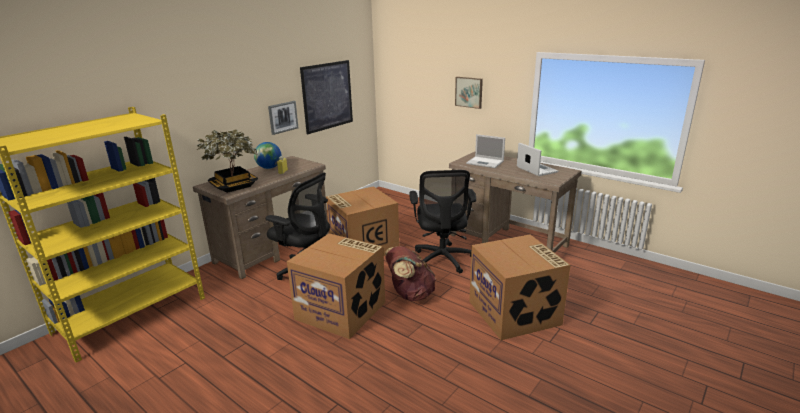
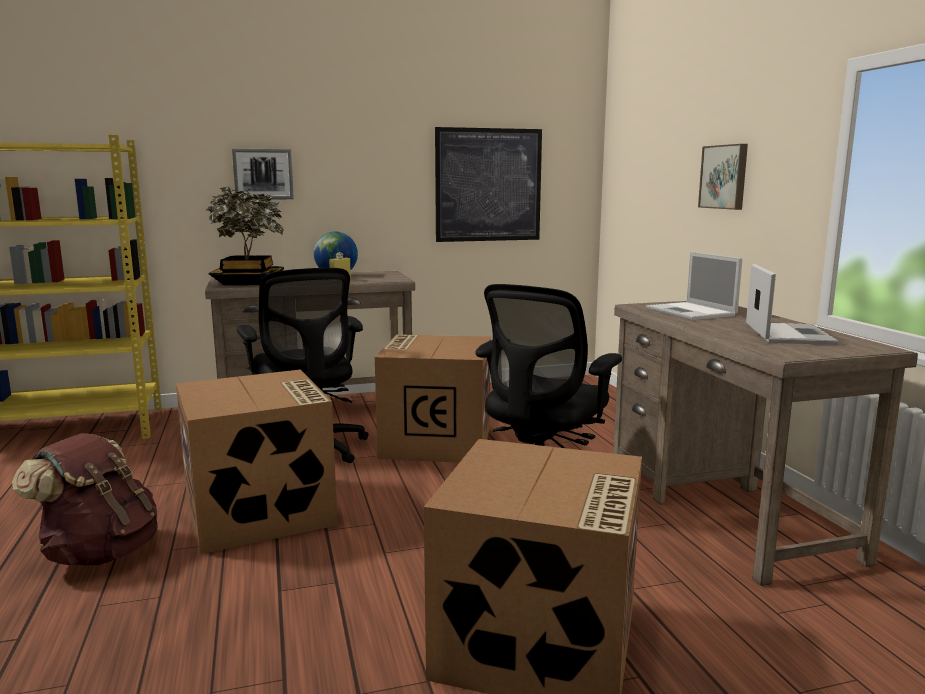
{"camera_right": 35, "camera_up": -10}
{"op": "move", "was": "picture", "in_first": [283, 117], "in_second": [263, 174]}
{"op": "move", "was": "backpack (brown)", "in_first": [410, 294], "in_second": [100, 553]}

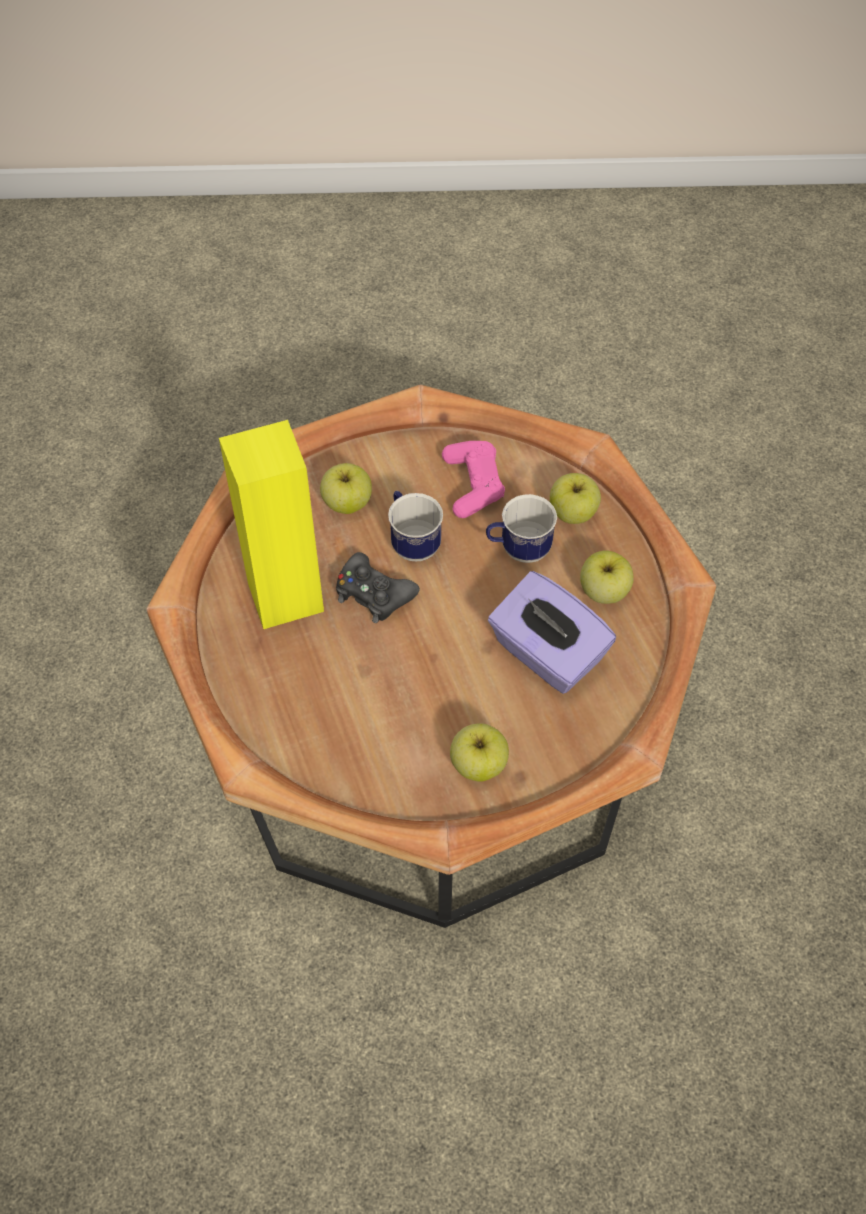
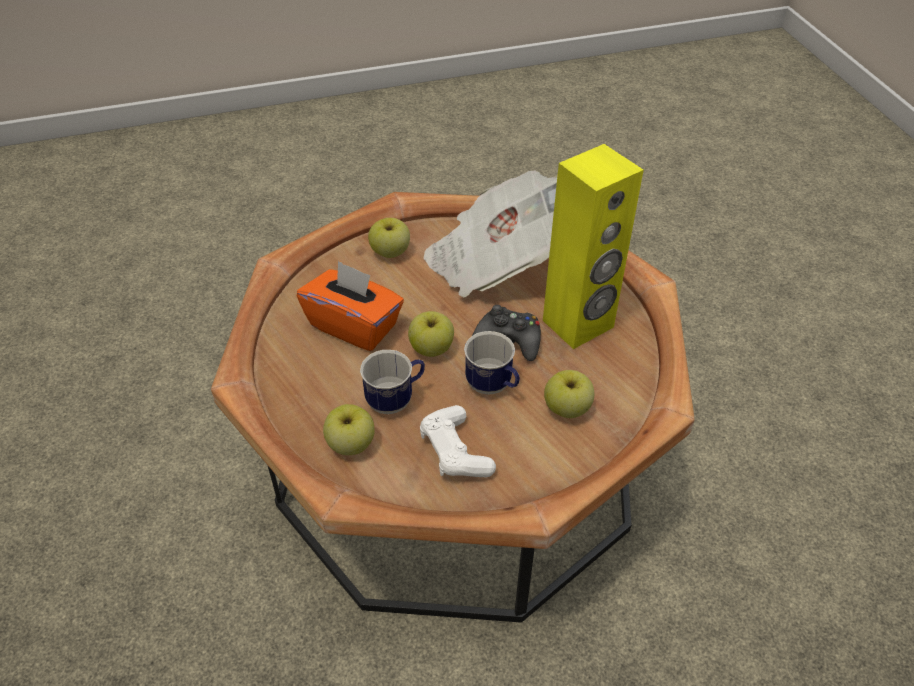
{"camera_right": 165, "camera_up": -10}
{"op": "recolor", "was": "game controller (pink)", "now": "game controller (white)", "in_first": [473, 485], "in_second": [455, 451]}
{"op": "move", "was": "apple", "in_first": [603, 591], "in_second": [431, 348]}
{"op": "recolor", "was": "tissue box (purple)", "now": "tissue box (orange)", "in_first": [547, 654], "in_second": [354, 325]}
{"op": "insert", "now": "newspaper", "in_second": [495, 261]}

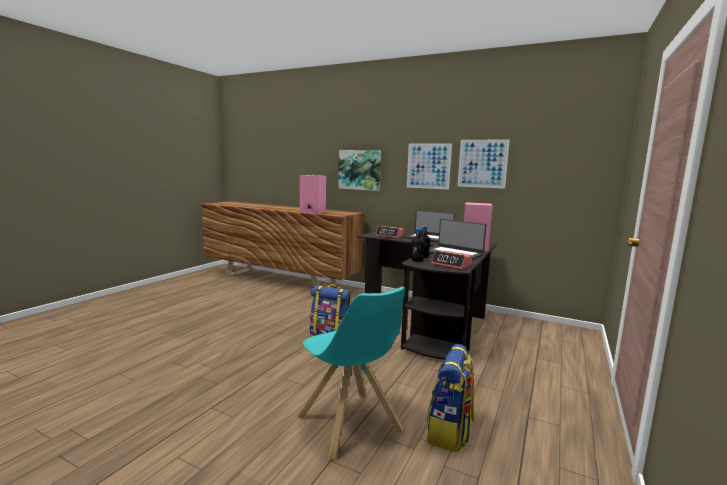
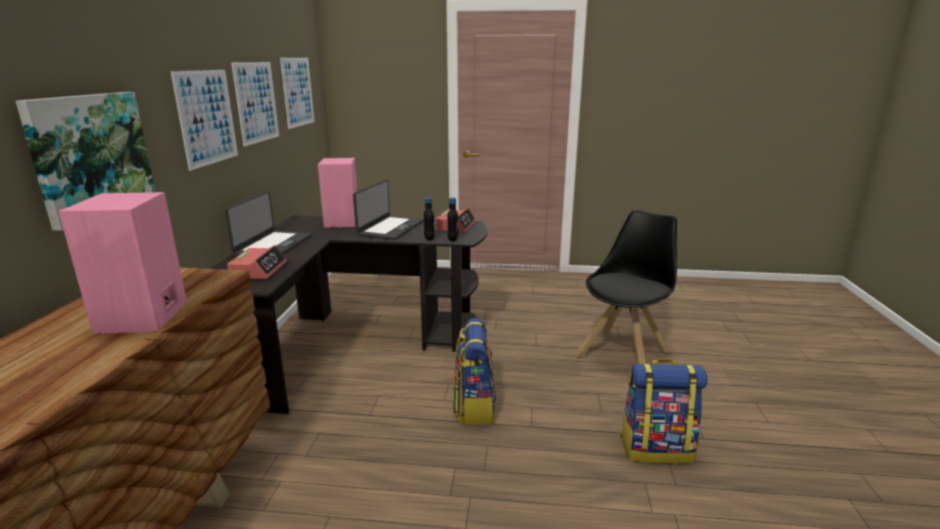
{"camera_right": -110, "camera_up": 10}
{"op": "recolor", "was": "chair (turquoise)", "now": "chair (black)", "in_first": [350, 425], "in_second": [624, 353]}
{"op": "move", "was": "backpack", "in_first": [450, 432], "in_second": [656, 449]}
{"op": "insert", "now": "picture", "in_second": [298, 92]}

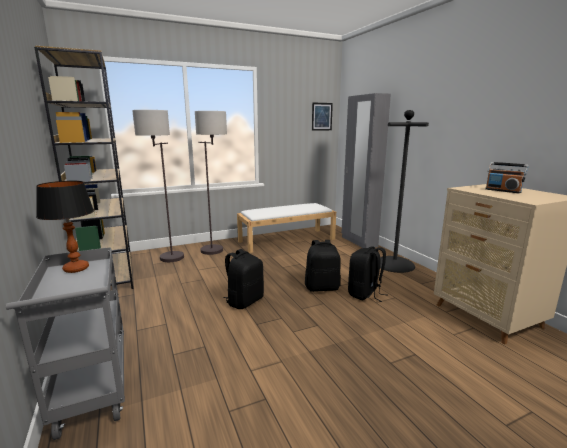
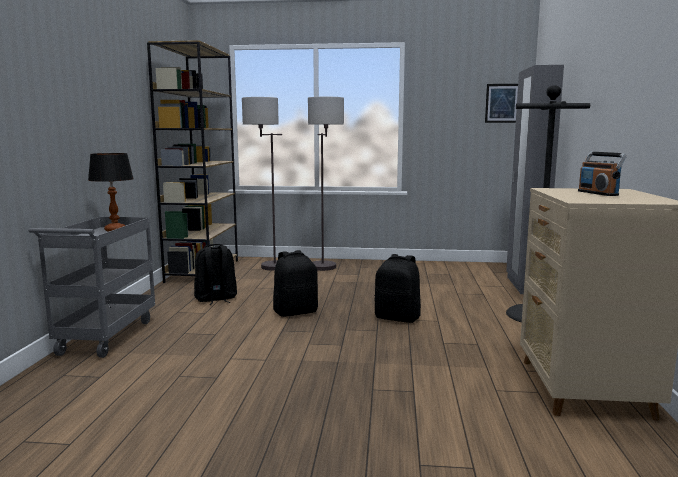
{"camera_right": 30, "camera_up": -5}
{"op": "delete", "was": "bench (white)", "in_first": [287, 240]}
{"op": "move", "was": "backpack (black)", "in_first": [365, 294], "in_second": [215, 299]}

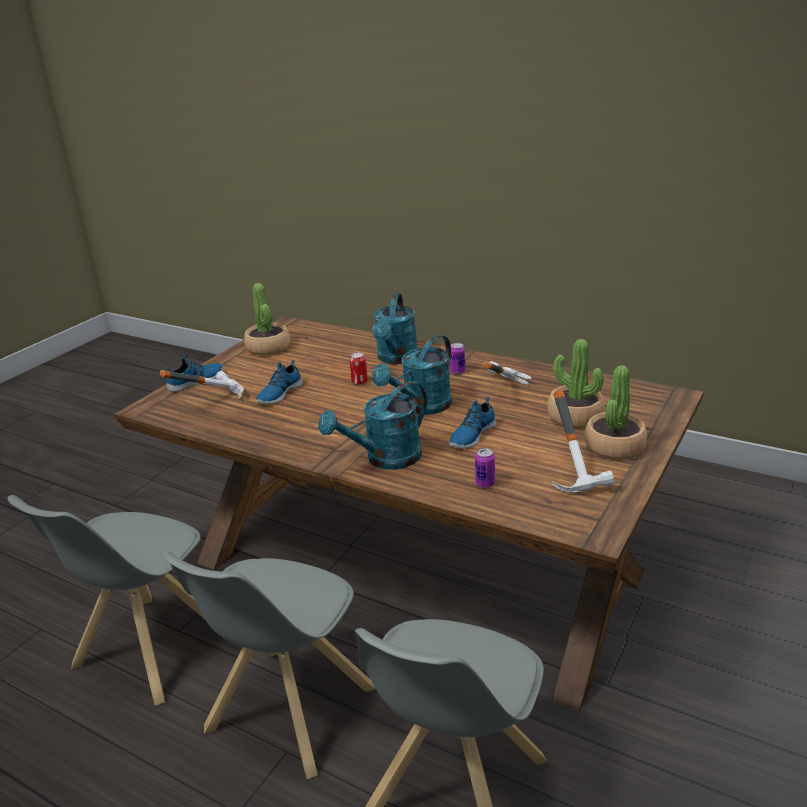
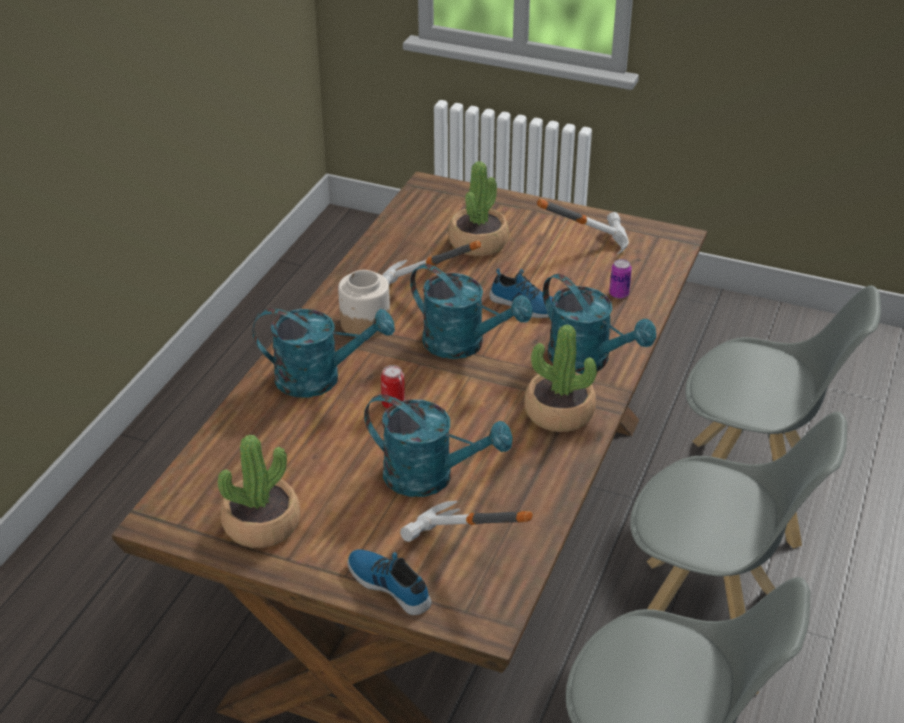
{"camera_right": -100, "camera_up": 10}
{"op": "replace", "was": "can", "now": "jar", "in_first": [457, 371], "in_second": [364, 323]}
{"op": "replace", "was": "shoe", "now": "watering can (turquoise)", "in_first": [279, 393], "in_second": [431, 477]}
{"op": "move", "was": "potted plant", "in_first": [614, 446], "in_second": [559, 413]}

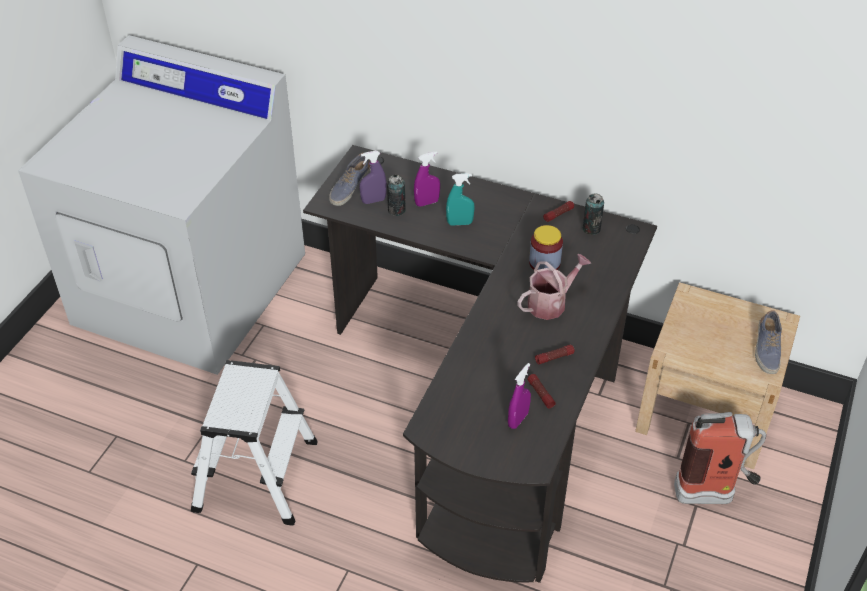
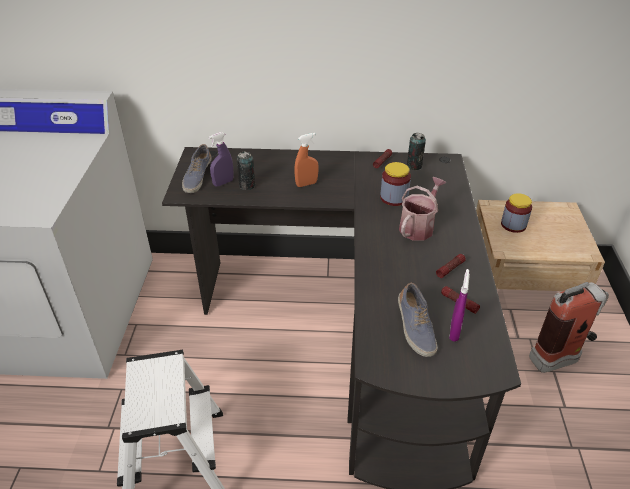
{"camera_right": -20, "camera_up": -5}
{"op": "delete", "was": "spray bottle (purple)", "in_first": [427, 203]}
{"op": "recolor", "was": "spray bottle (turquoise)", "now": "spray bottle (orange)", "in_first": [460, 223], "in_second": [306, 184]}
{"op": "move", "was": "shoe", "in_first": [766, 349], "in_second": [414, 328]}
{"op": "insert", "now": "jar", "in_second": [513, 225]}

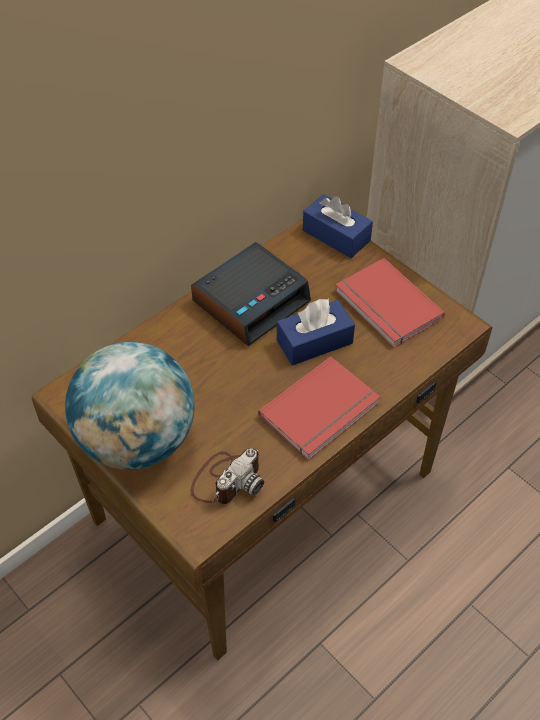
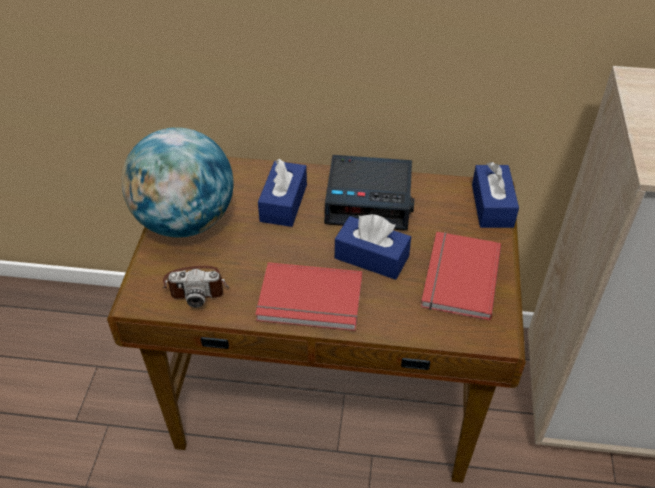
{"camera_right": 50, "camera_up": -5}
{"op": "insert", "now": "tissue box (blue)", "in_second": [283, 203]}

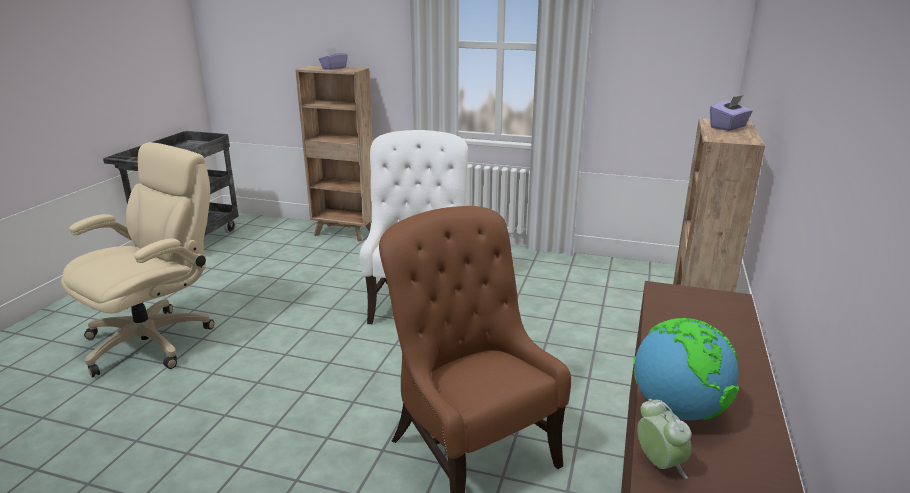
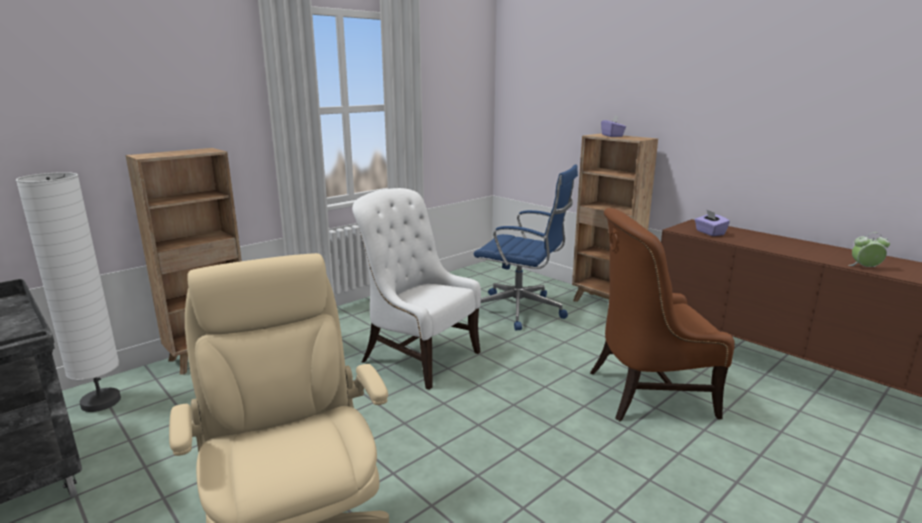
{"camera_right": -60, "camera_up": -5}
{"op": "move", "was": "tissue box (purple)", "in_first": [333, 68], "in_second": [709, 233]}
{"op": "delete", "was": "globe", "in_first": [678, 410]}
{"op": "insert", "now": "office chair (blue)", "in_second": [521, 311]}
{"op": "insert", "now": "floor lamp (white)", "in_second": [101, 402]}

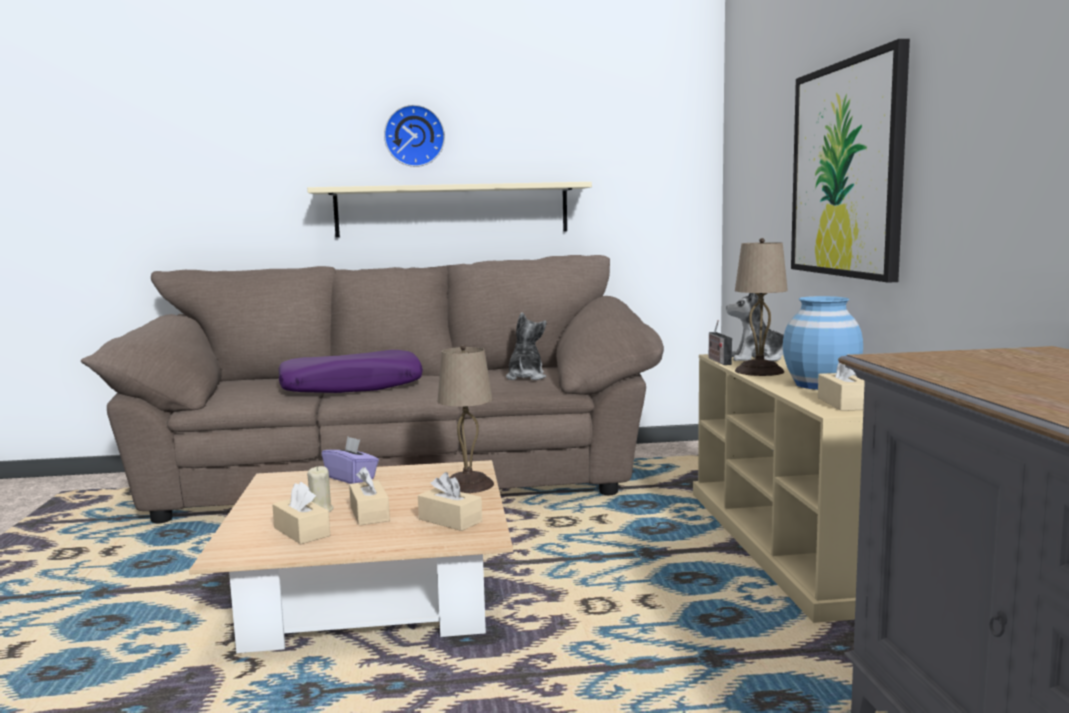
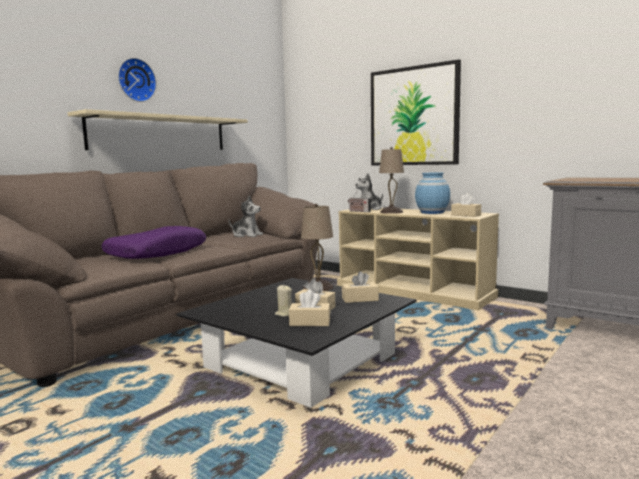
{"camera_right": -45, "camera_up": 0}
{"op": "rotate", "was": "plush toy", "in_first": [525, 377], "in_second": [246, 235], "clockwise": 150}
{"op": "delete", "was": "tissue box (purple)", "in_first": [351, 478]}
{"op": "recolor", "was": "coffee table (beige)", "now": "coffee table (black)", "in_first": [373, 591], "in_second": [301, 360]}

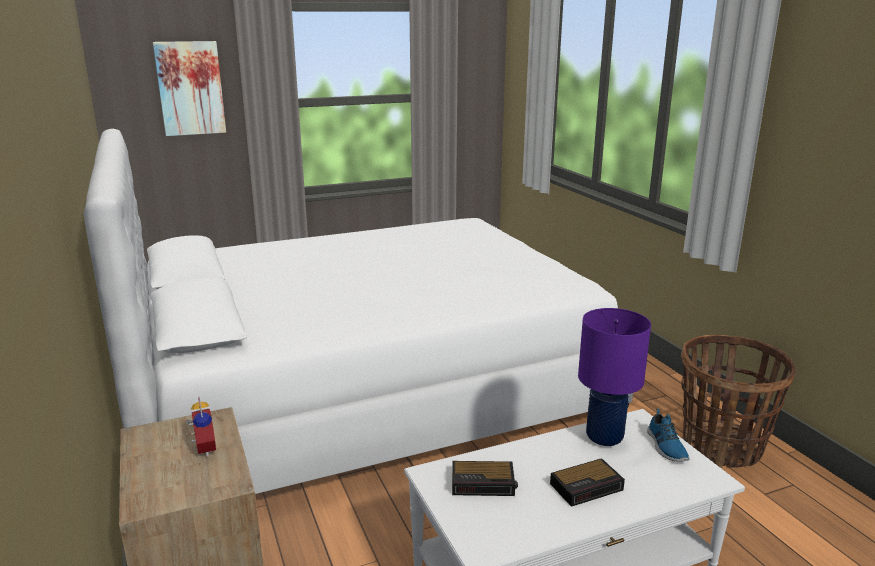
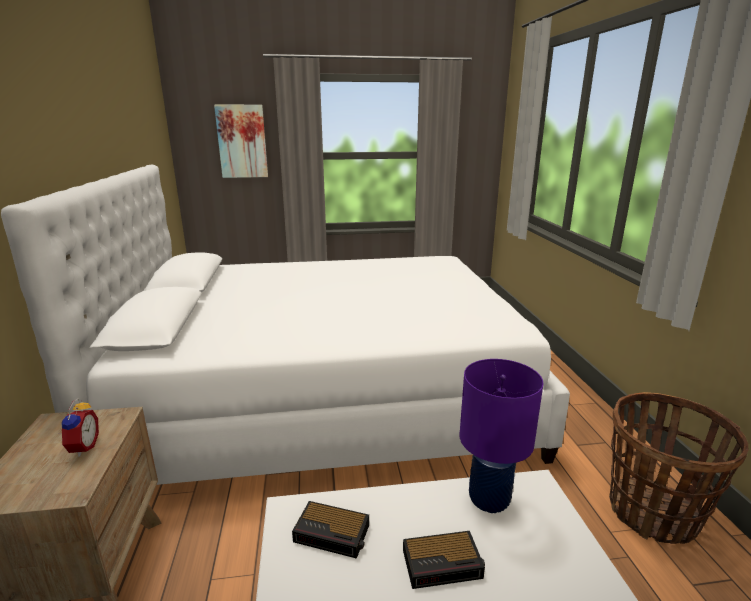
{"camera_right": 15, "camera_up": 0}
{"op": "delete", "was": "shoe", "in_first": [665, 446]}

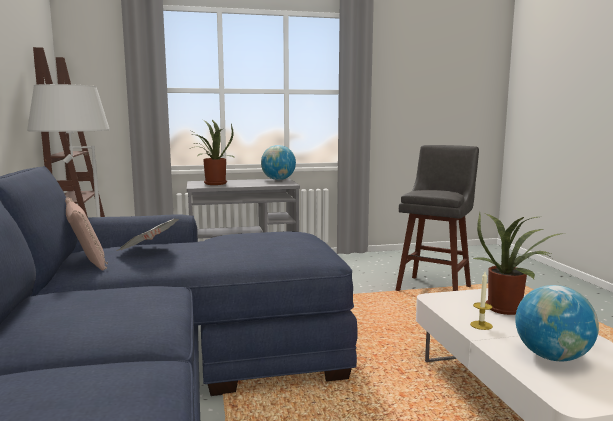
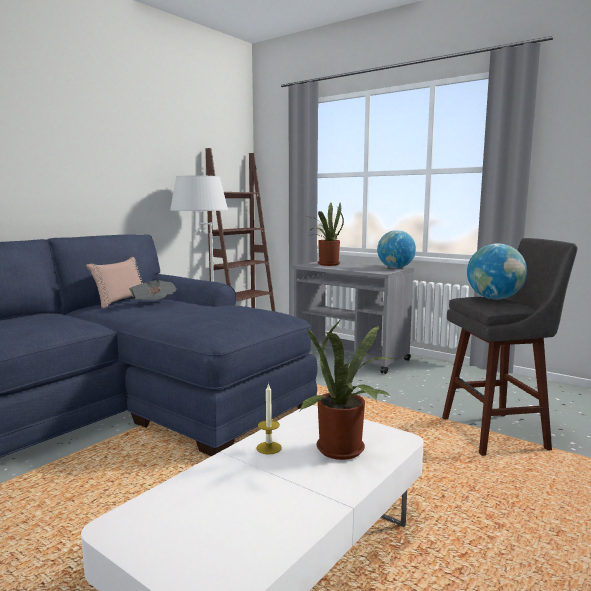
{"camera_right": 50, "camera_up": 0}
{"op": "move", "was": "globe", "in_first": [552, 357], "in_second": [494, 299]}

